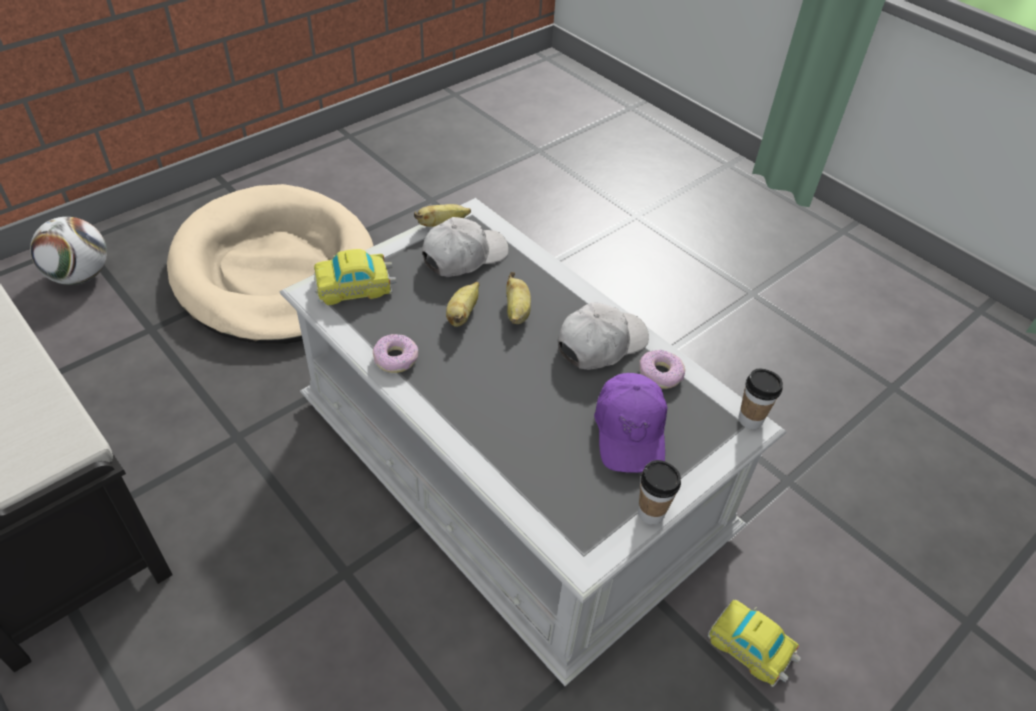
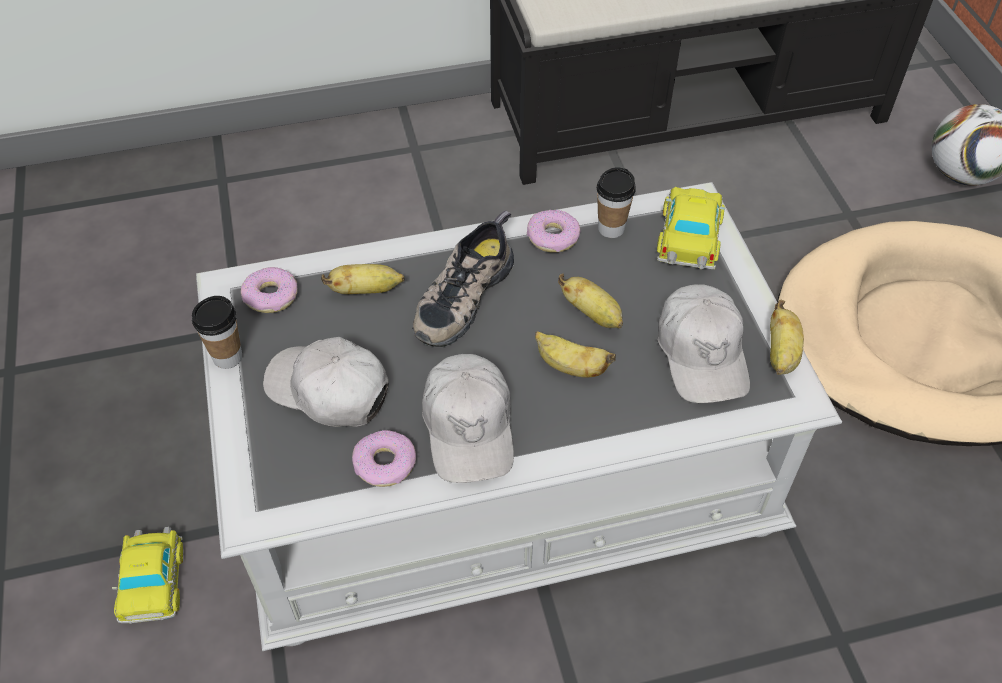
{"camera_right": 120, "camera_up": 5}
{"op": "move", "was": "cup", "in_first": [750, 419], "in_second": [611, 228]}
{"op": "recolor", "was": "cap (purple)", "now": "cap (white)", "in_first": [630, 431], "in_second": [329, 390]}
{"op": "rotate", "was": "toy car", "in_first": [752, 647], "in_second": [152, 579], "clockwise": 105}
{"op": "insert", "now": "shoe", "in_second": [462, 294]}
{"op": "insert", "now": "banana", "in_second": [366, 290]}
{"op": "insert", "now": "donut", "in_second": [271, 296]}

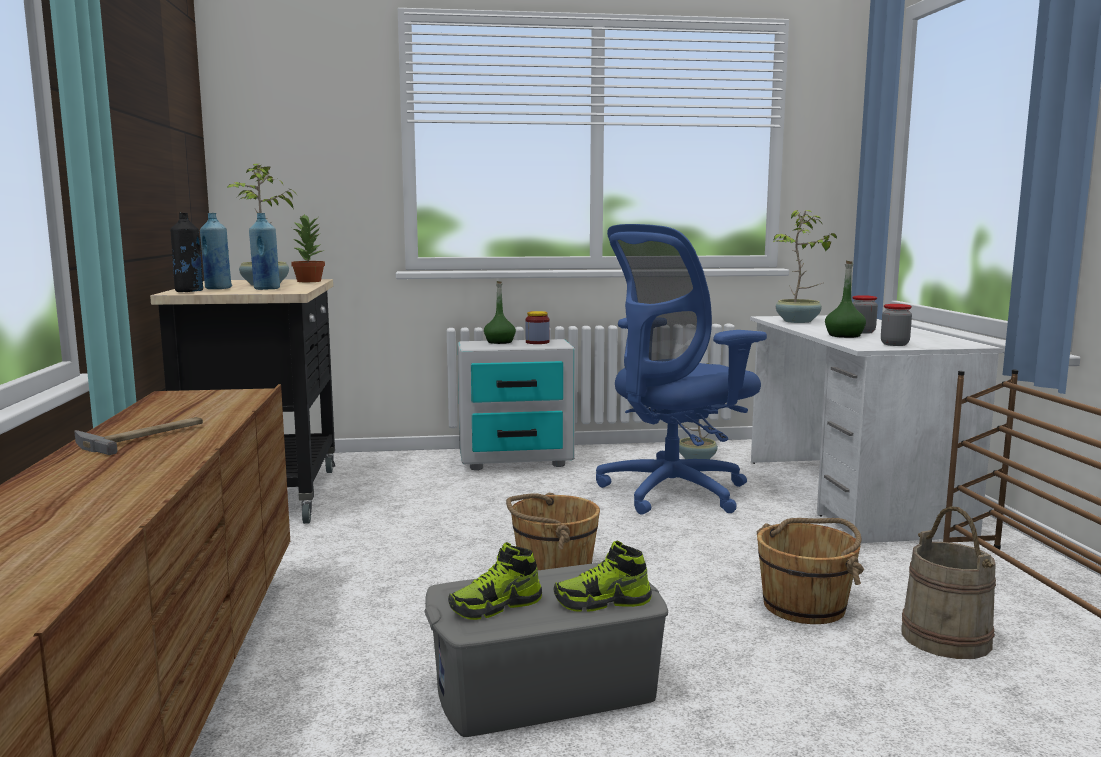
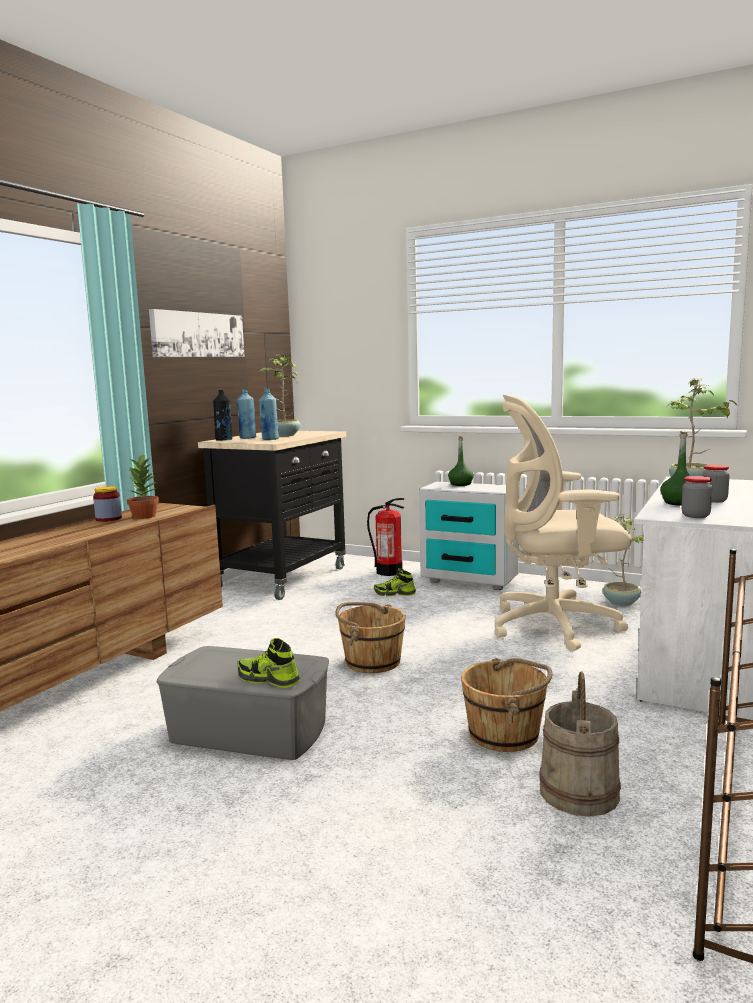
{"camera_right": 35, "camera_up": 0}
{"op": "move", "was": "potted plant", "in_first": [309, 281], "in_second": [145, 516]}
{"op": "recolor", "was": "office chair (blue)", "now": "office chair (beige)", "in_first": [678, 489], "in_second": [560, 624]}
{"op": "move", "was": "jar", "in_first": [537, 342], "in_second": [108, 519]}
{"op": "delete", "was": "hammer", "in_first": [144, 437]}
{"op": "move", "was": "shoe", "in_first": [496, 606], "in_second": [394, 594]}
{"op": "insert", "now": "picture", "in_second": [198, 335]}
{"op": "insert", "now": "fire extinguisher", "in_second": [389, 572]}

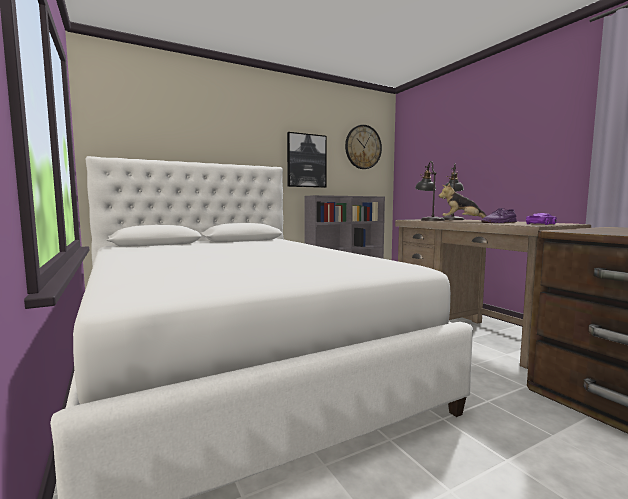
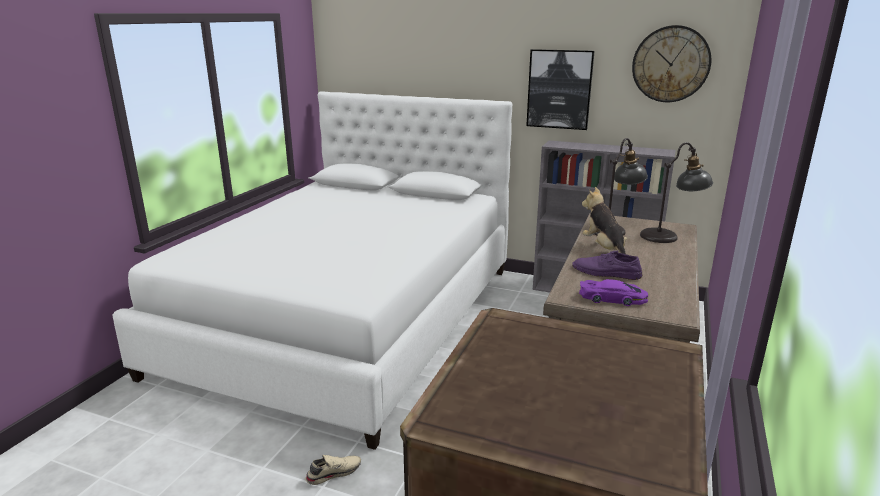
{"camera_right": 50, "camera_up": 15}
{"op": "insert", "now": "shoe (beige)", "in_second": [333, 472]}

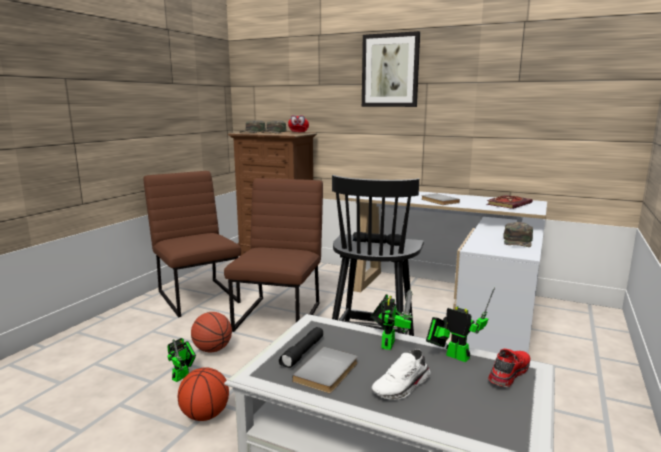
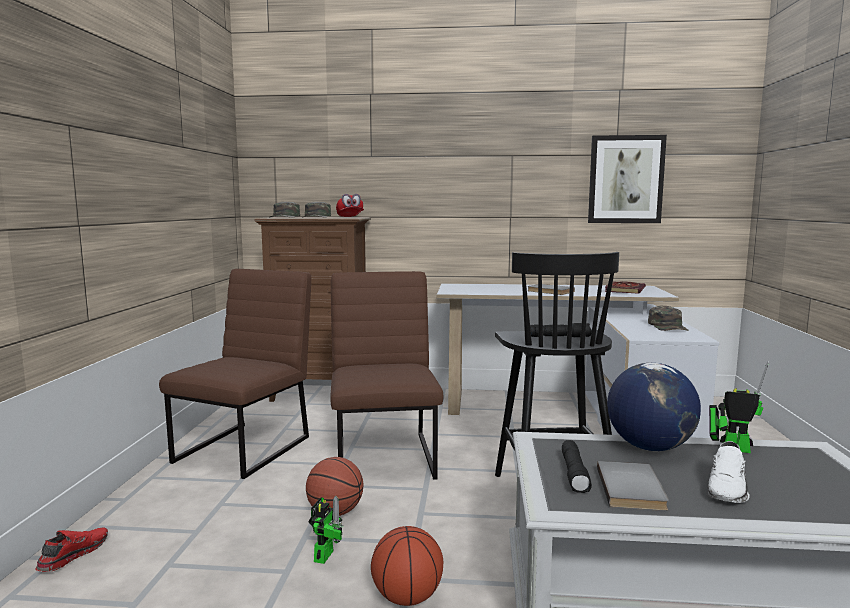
{"camera_right": -20, "camera_up": -5}
{"op": "move", "was": "picture", "in_first": [390, 70], "in_second": [625, 179]}
{"op": "rotate", "was": "chair (brown)", "in_first": [198, 296], "in_second": [246, 448], "clockwise": 75}
{"op": "replace", "was": "toy robot", "now": "globe", "in_first": [388, 342], "in_second": [649, 447]}
{"op": "move", "was": "shoe (red)", "in_first": [507, 373], "in_second": [73, 555]}

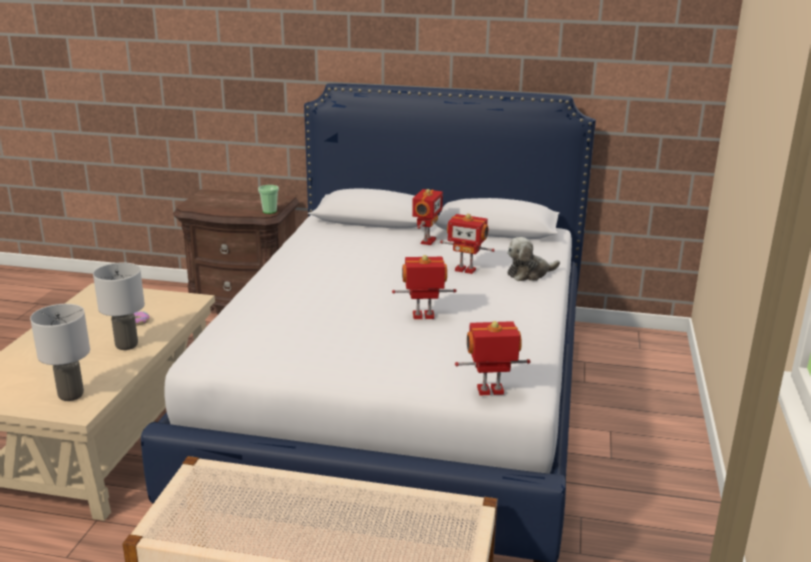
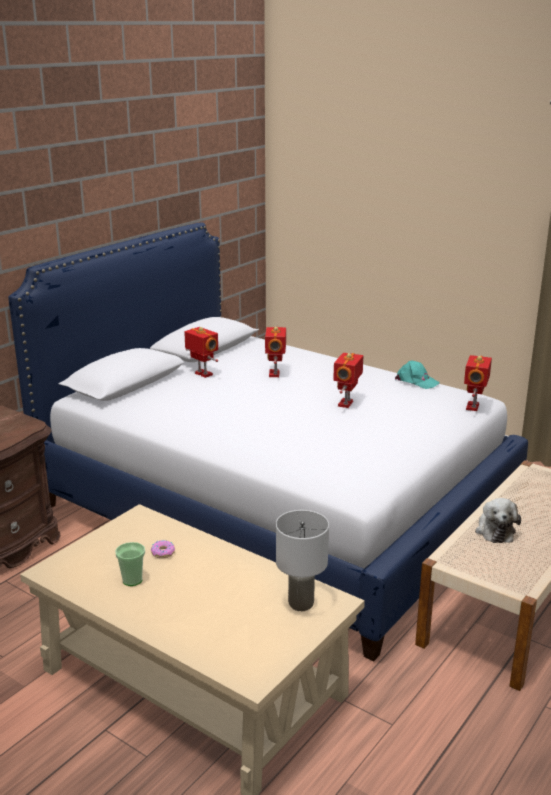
{"camera_right": -65, "camera_up": 0}
{"op": "move", "was": "cup", "in_first": [269, 211], "in_second": [132, 580]}
{"op": "rotate", "was": "toy robot", "in_first": [465, 269], "in_second": [275, 374], "clockwise": 135}
{"op": "move", "was": "plush toy", "in_first": [529, 274], "in_second": [494, 530]}
{"op": "delete", "was": "table lamp (white)", "in_first": [128, 345]}
{"op": "insert", "now": "cap (turquoise)", "in_second": [416, 381]}

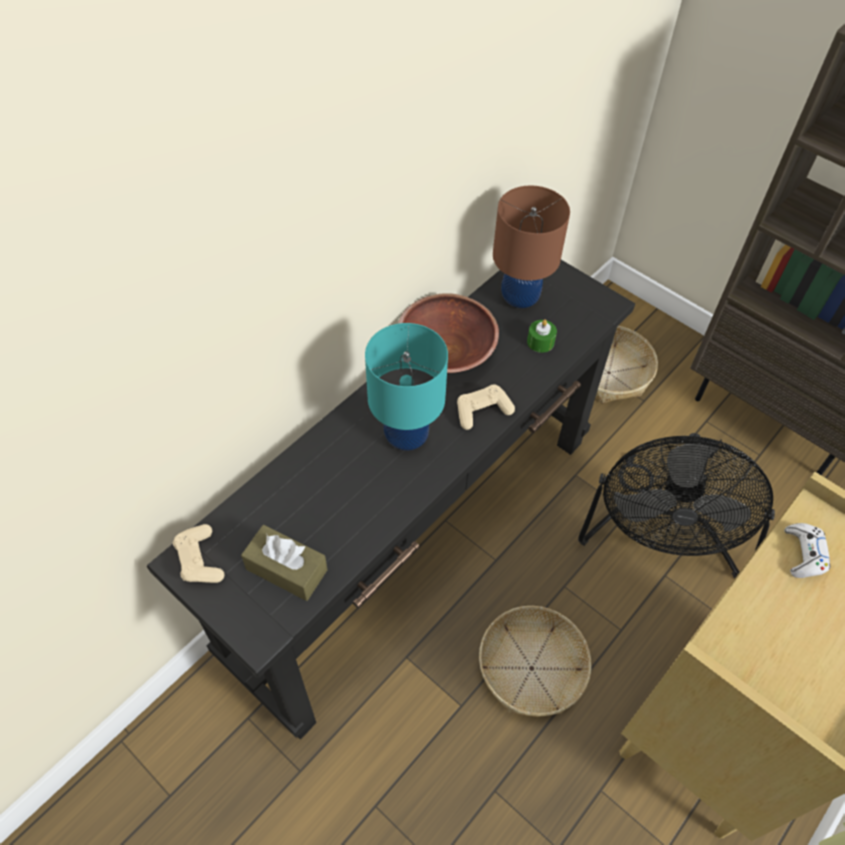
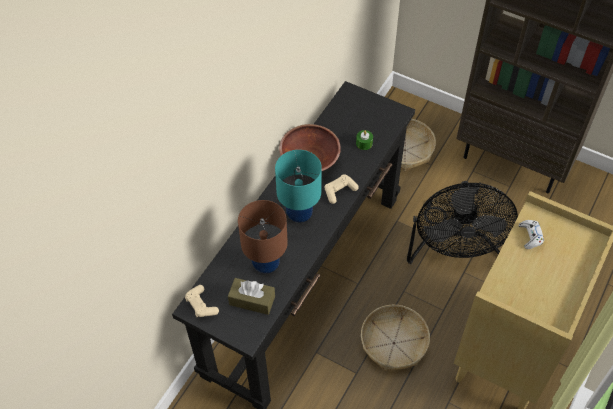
{"camera_right": -10, "camera_up": 0}
{"op": "move", "was": "table lamp (brown)", "in_first": [518, 299], "in_second": [265, 265]}

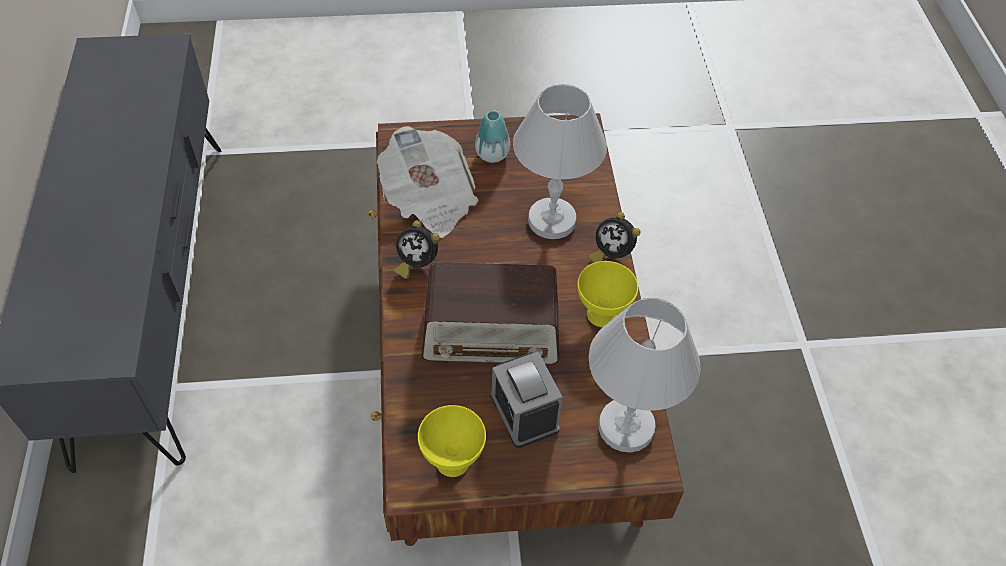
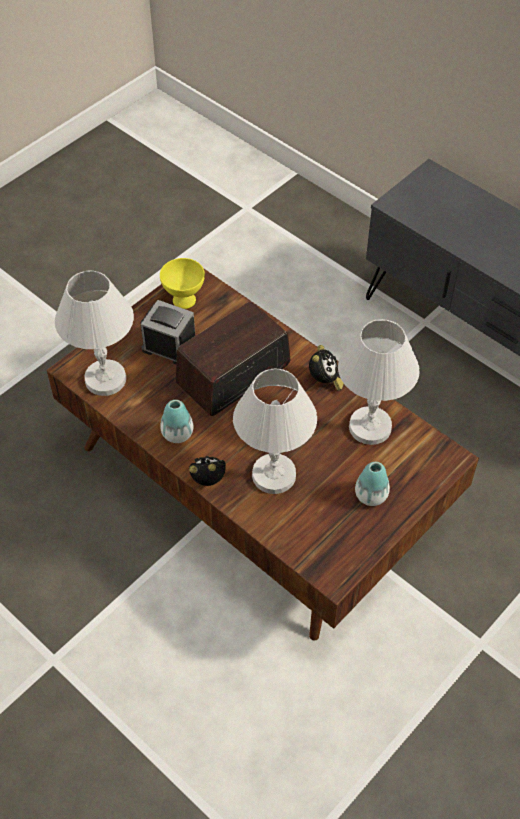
{"camera_right": 140, "camera_up": 0}
{"op": "replace", "was": "newspaper", "now": "table lamp (white)", "in_first": [429, 200], "in_second": [369, 427]}
{"op": "rotate", "was": "alarm clock", "in_first": [416, 263], "in_second": [324, 381], "clockwise": 120}
{"op": "replace", "was": "bowl (yellow)", "now": "vase", "in_first": [602, 314], "in_second": [177, 434]}

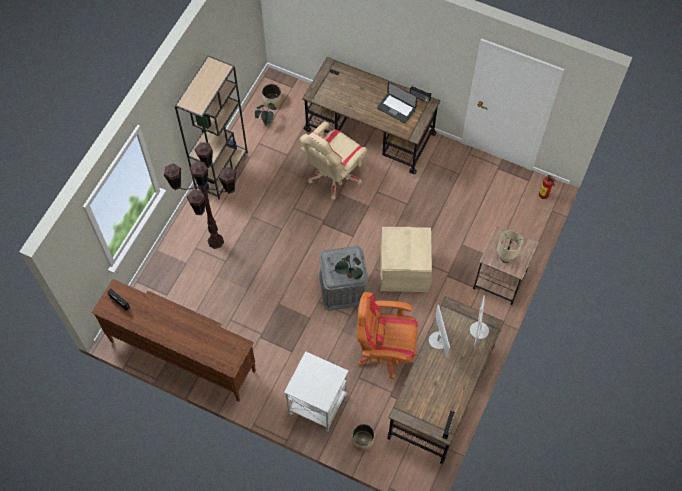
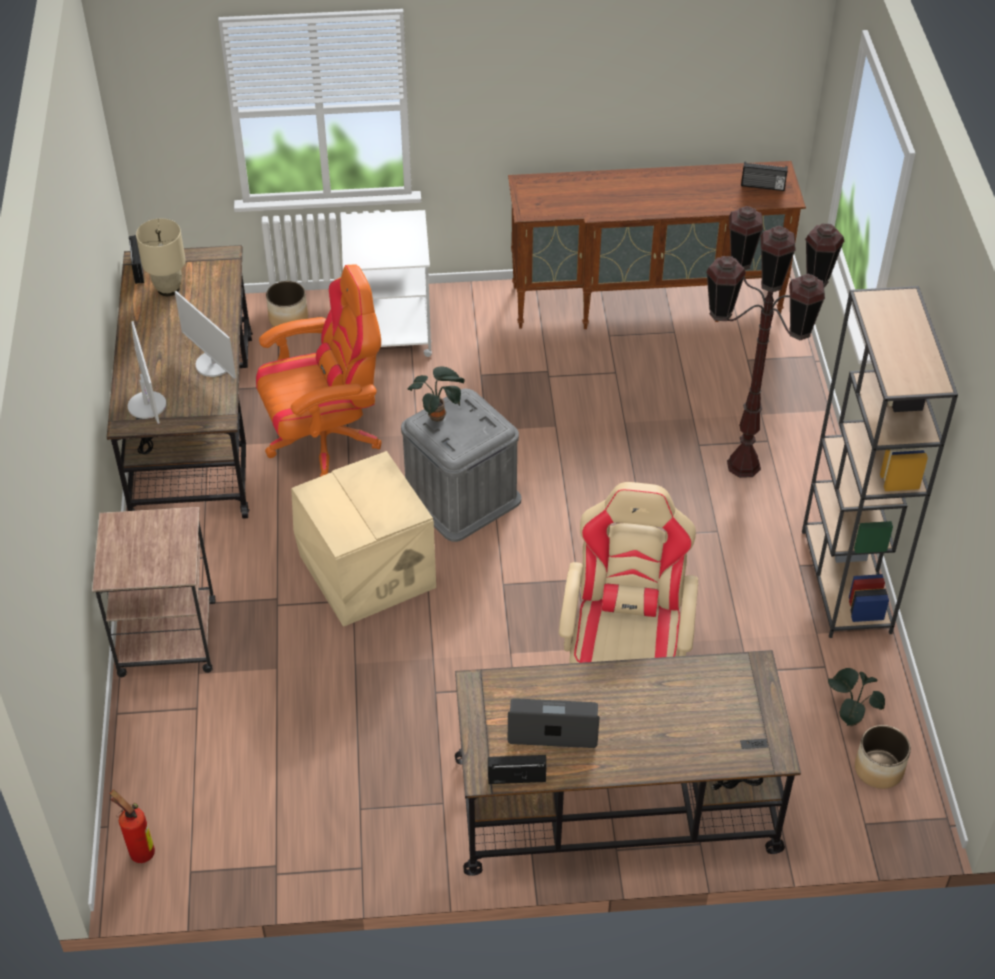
{"camera_right": 150, "camera_up": -15}
{"op": "move", "was": "table lamp (beige)", "in_first": [505, 257], "in_second": [168, 289]}

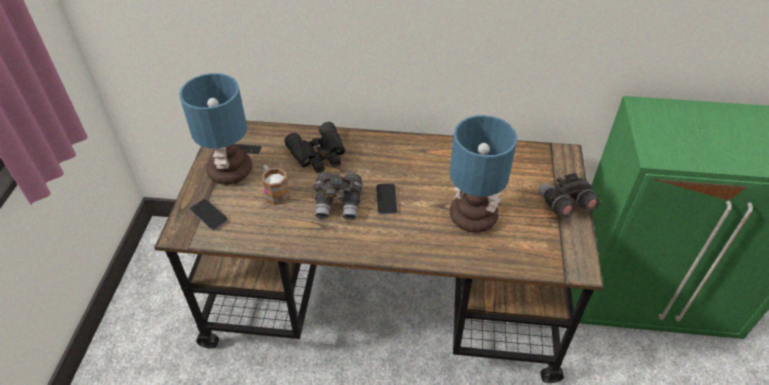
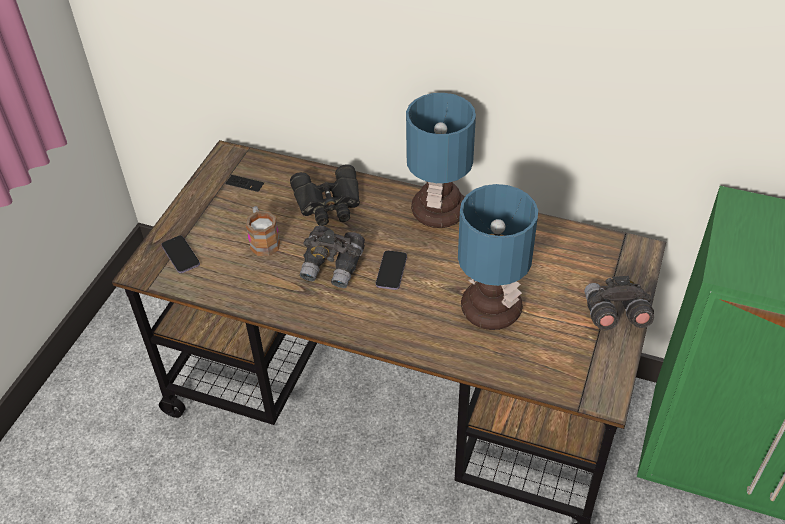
{"camera_right": 15, "camera_up": 0}
{"op": "move", "was": "table lamp", "in_first": [231, 172], "in_second": [439, 213]}

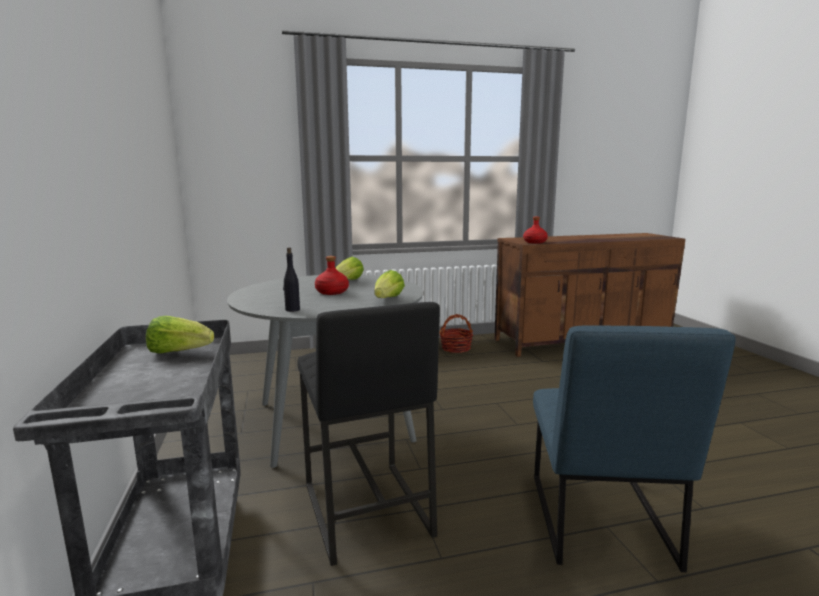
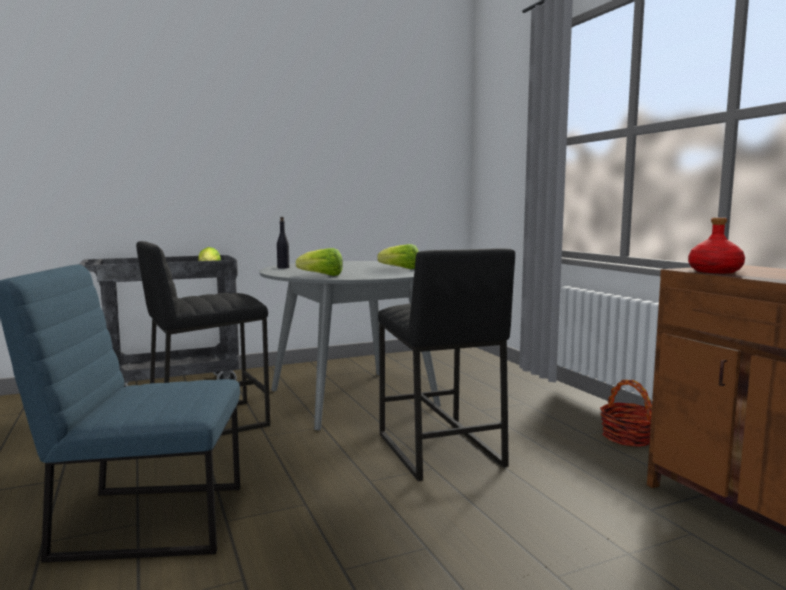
{"camera_right": 80, "camera_up": -5}
{"op": "delete", "was": "bottle (red)", "in_first": [331, 292]}
{"op": "insert", "now": "stool (black)", "in_second": [439, 449]}

